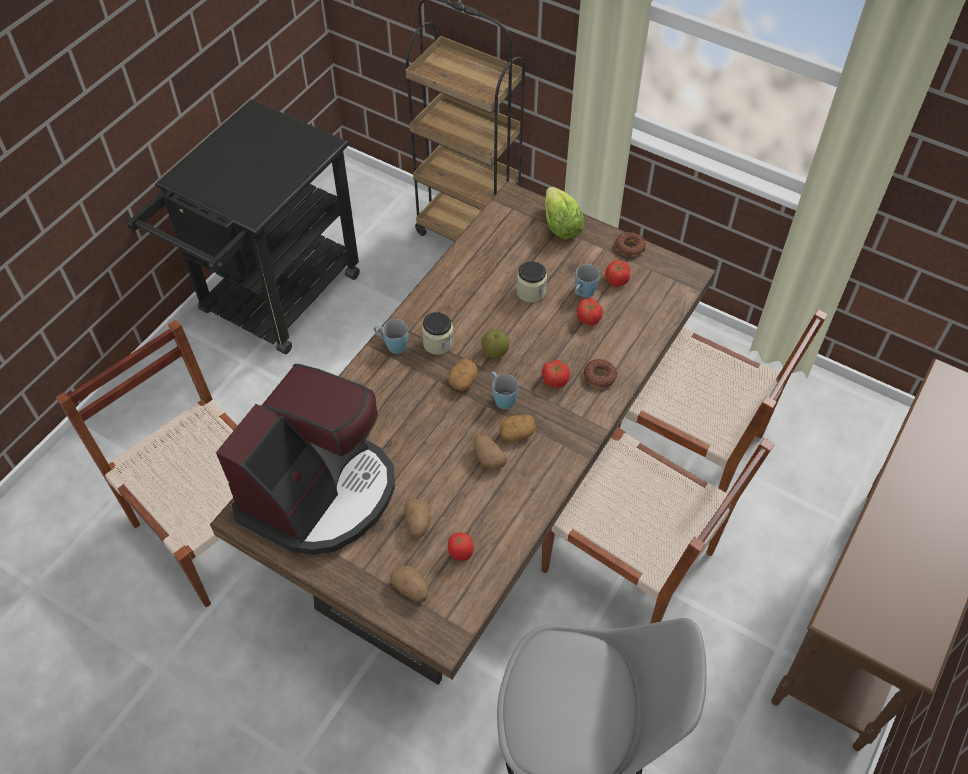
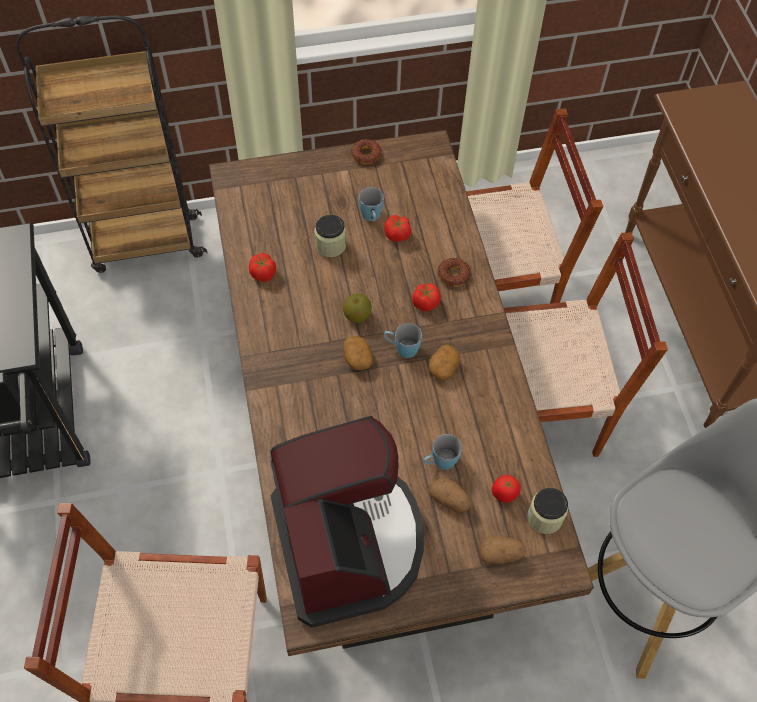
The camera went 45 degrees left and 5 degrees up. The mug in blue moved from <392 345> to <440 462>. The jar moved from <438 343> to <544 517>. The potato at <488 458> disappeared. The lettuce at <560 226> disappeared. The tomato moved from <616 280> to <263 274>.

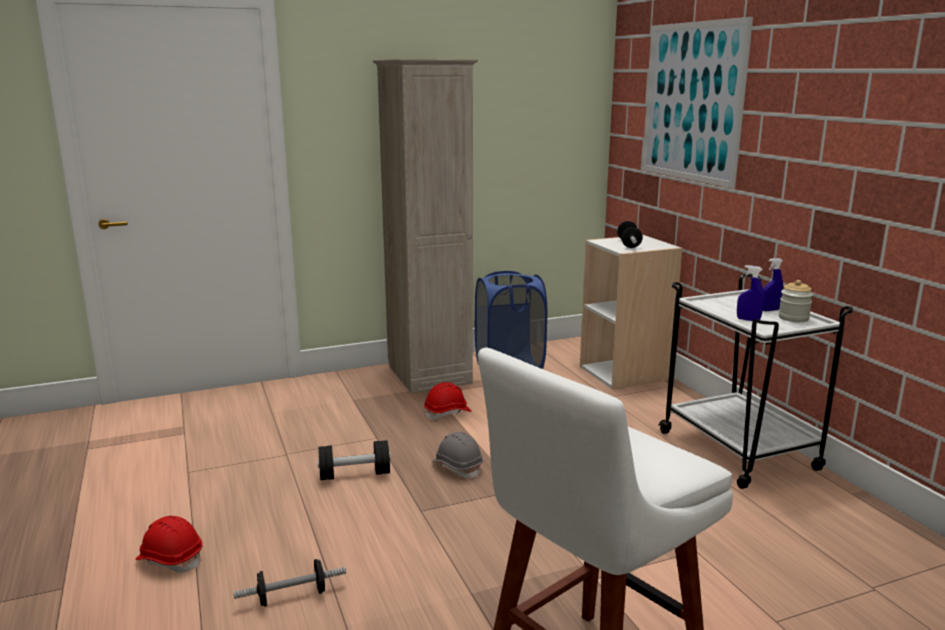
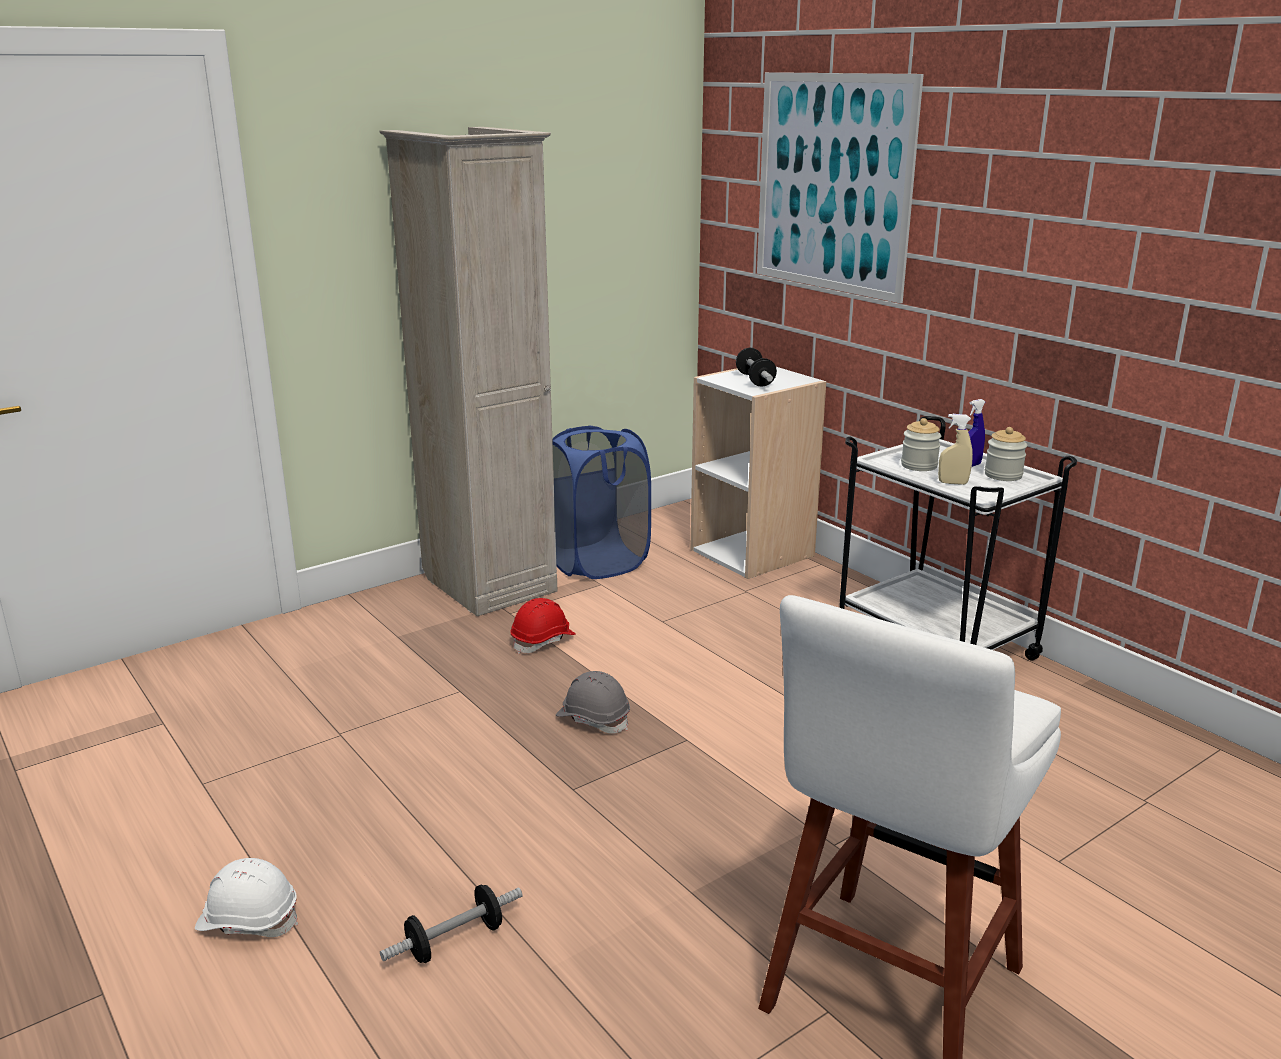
The camera went 15 degrees left and 5 degrees up. The hard hat in red at <170 559> became the hard hat in white at <248 920>. The dumbbell in black at <355 474> disappeared. The spray bottle in blue at <748 320> became the spray bottle in beige at <953 483>. The jar at <919 465> appeared.

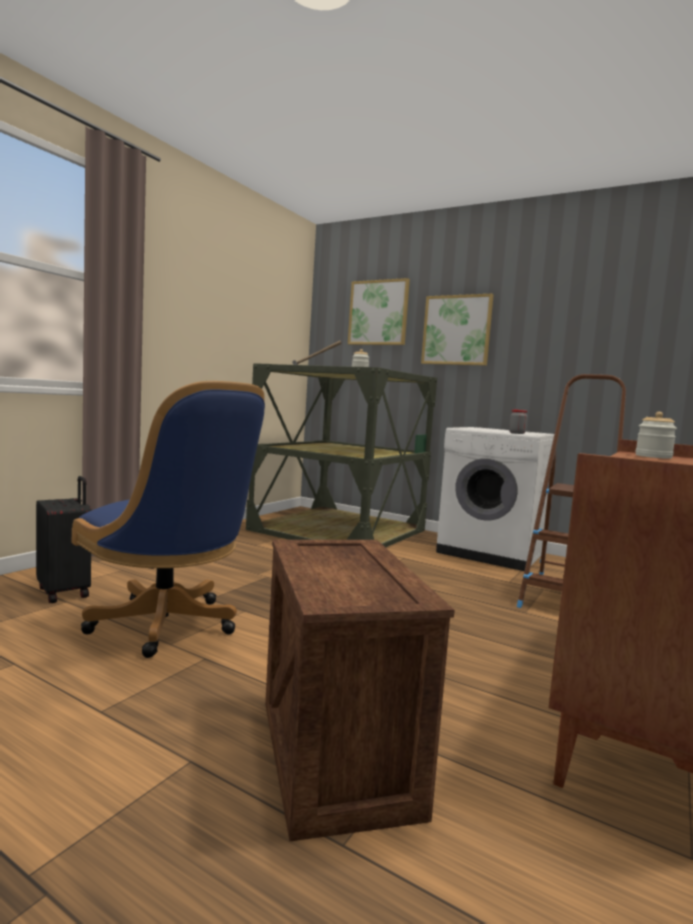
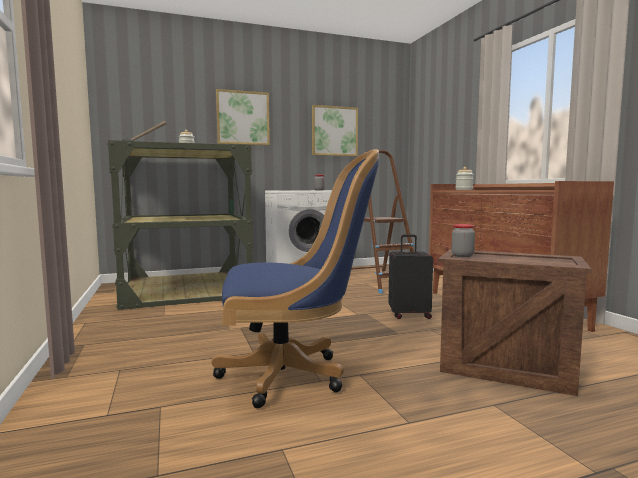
The camera went 50 degrees left and 0 degrees up. The suitcase in black moved from <65 592> to <409 315>. The picture moved from <378 313> to <334 131>. The jar at <462 256> appeared.

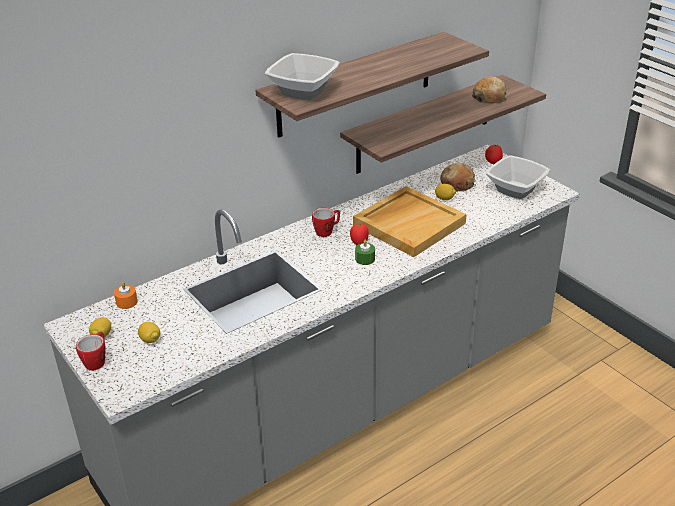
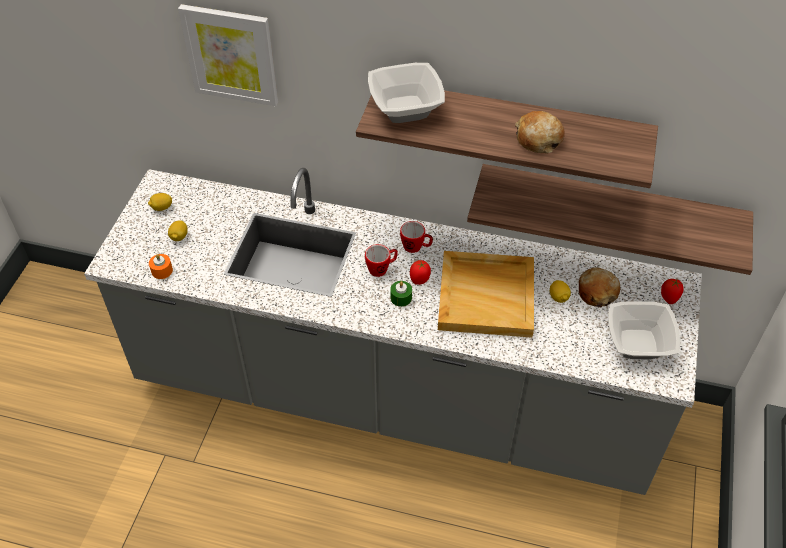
The camera went 50 degrees right and 15 degrees up. The mug moved from <97 360> to <381 268>. The candle in orange moved from <126 302> to <162 271>. The bread moved from <489 97> to <538 139>. The picture at <231 54> appeared.

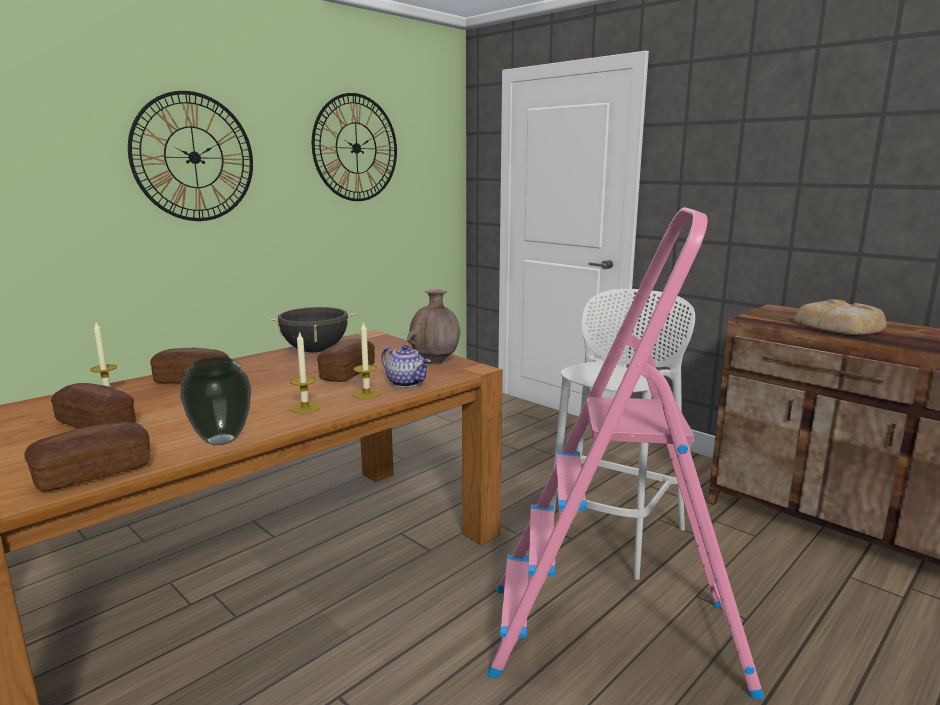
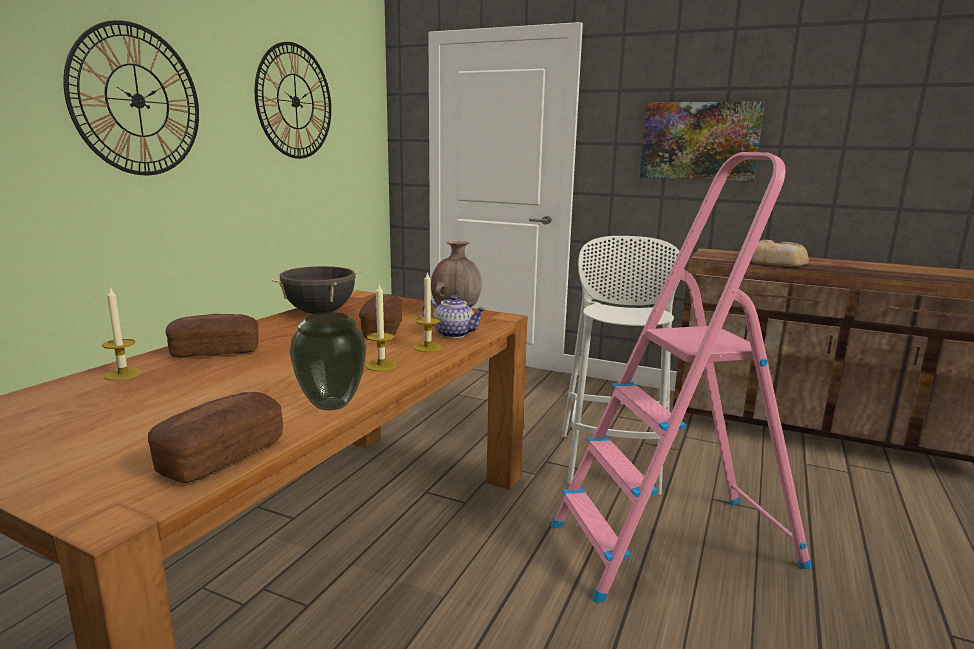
The camera went 20 degrees left and 0 degrees up. The bread at <96 424> disappeared. The picture at <699 141> appeared.

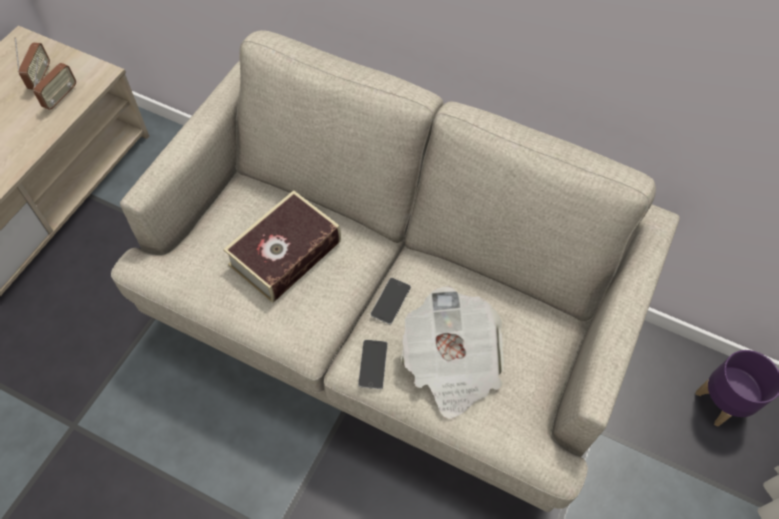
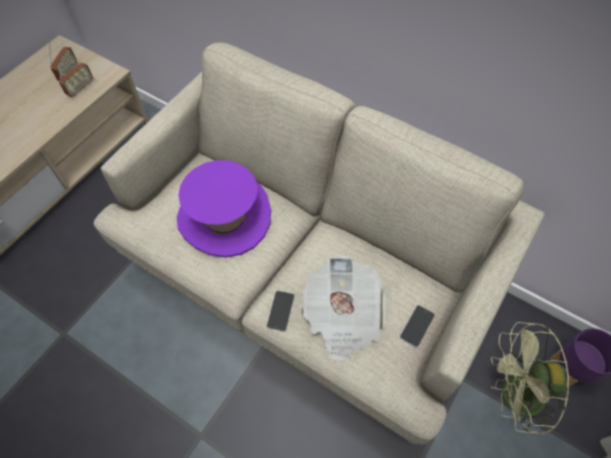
The camera went 10 degrees right and 0 degrees up. The book at <285 253> was replaced by the hat in purple at <225 217>. The phone moved from <390 301> to <417 325>. The fan in green at <512 397> appeared.

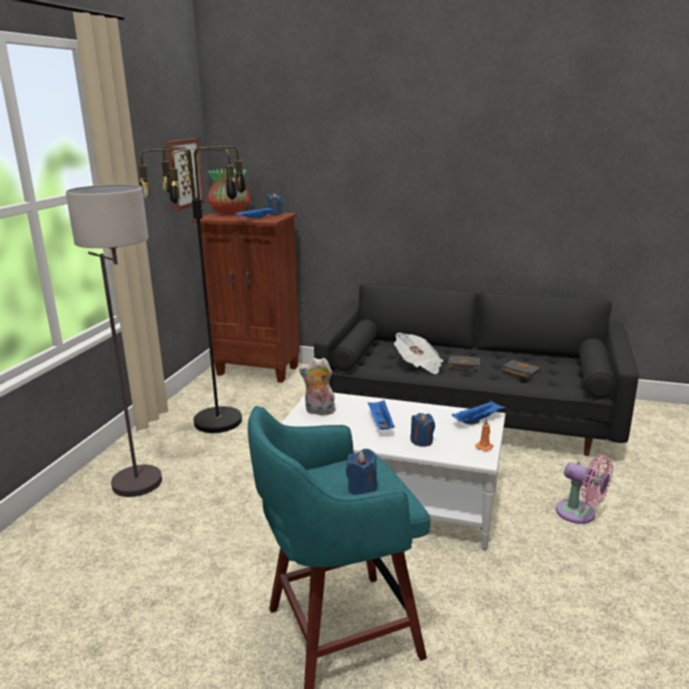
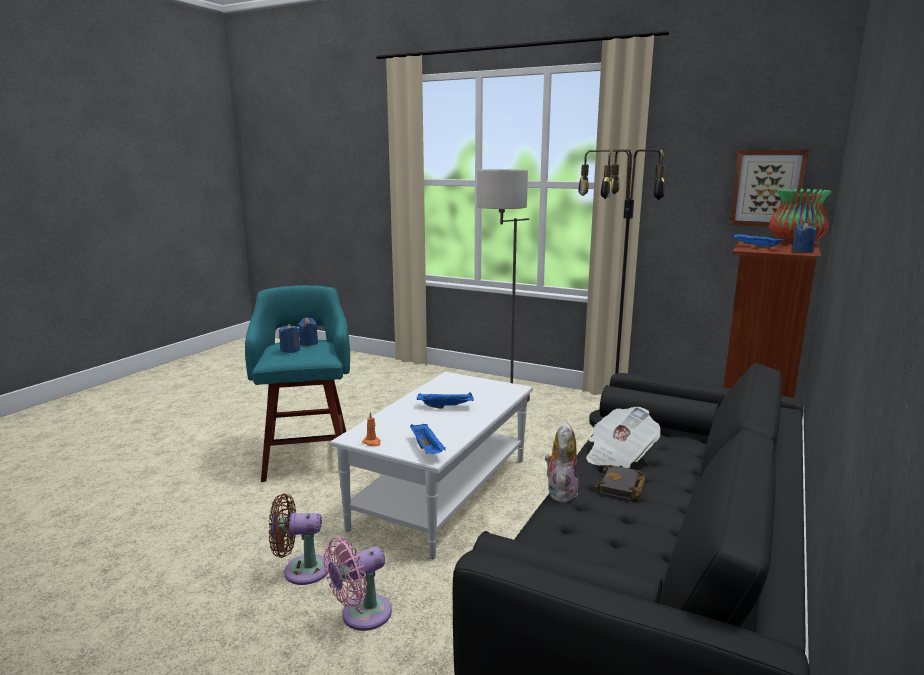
The camera went 100 degrees right and 5 degrees down. The plush toy moved from <319 412> to <560 492>. The candle in blue moved from <421 441> to <309 343>. The book in black at <519 372> disappeared. The fan in brown at <301 570> appeared.

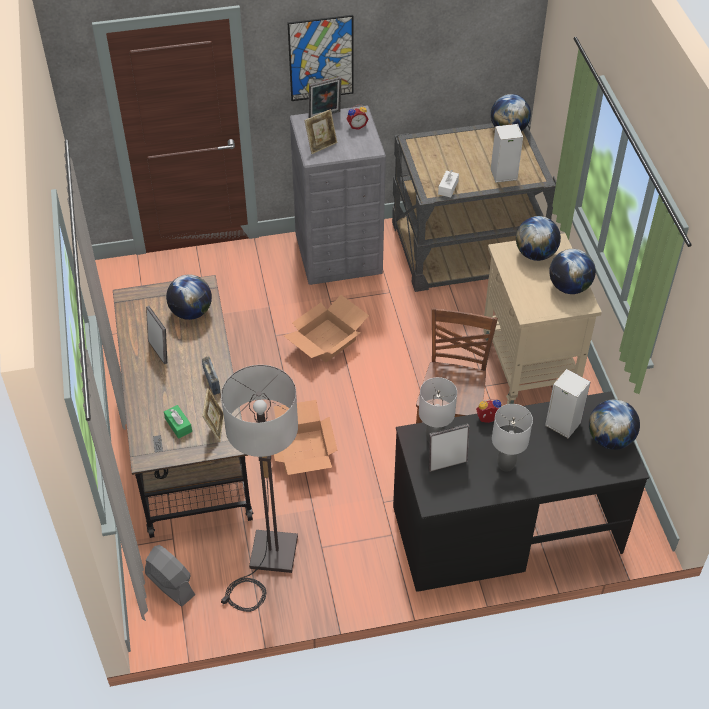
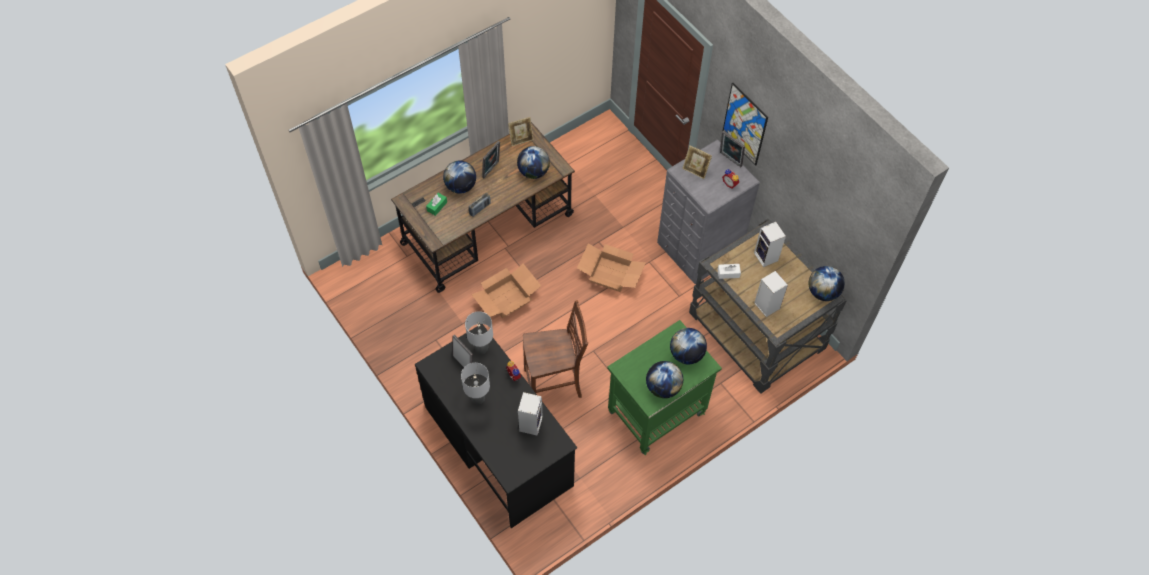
The camera went 65 degrees right and 10 degrees up. The fan in grey at <170 584> disappeared. The picture frame moved from <215 427> to <521 139>. The floor lamp at <265 565> disappeared. The cart in beige at <529 365> became the cart in green at <655 413>. The globe moved from <610 439> to <461 186>. The speaker at <766 257> appeared.

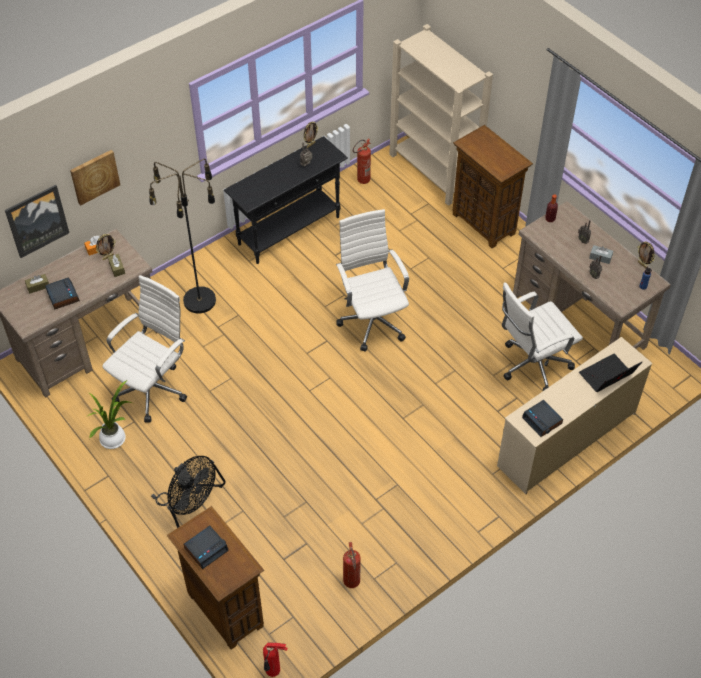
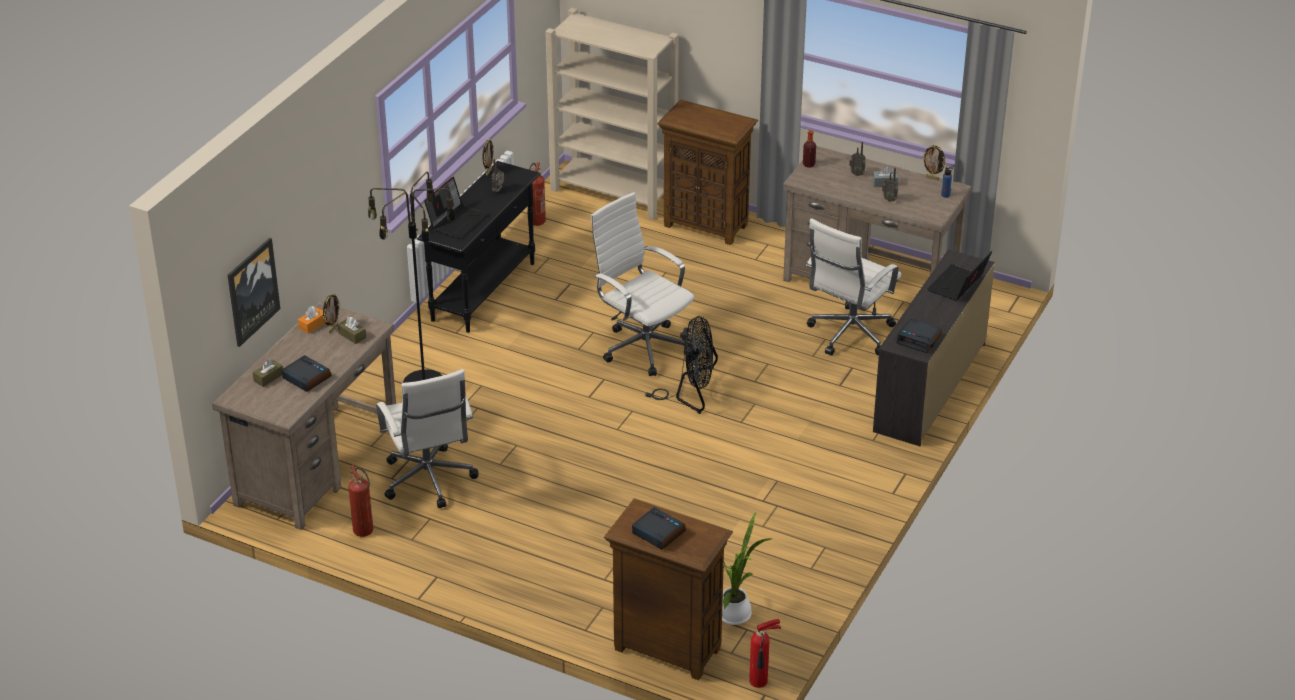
The camera went 25 degrees left and 15 degrees down. The picture at <94 176> disappeared. The potted plant moved from <115 438> to <736 613>. The office chair in white at <153 388> turned 150 degrees clockwise. The fan in black moved from <189 504> to <690 390>. The alarm clock at <206 549> turned 75 degrees counterclockwise. The fire extinguisher moved from <352 585> to <365 533>. The dresser in beige at <566 439> became the dresser in black at <929 387>. The laptop at <457 221> appeared.

